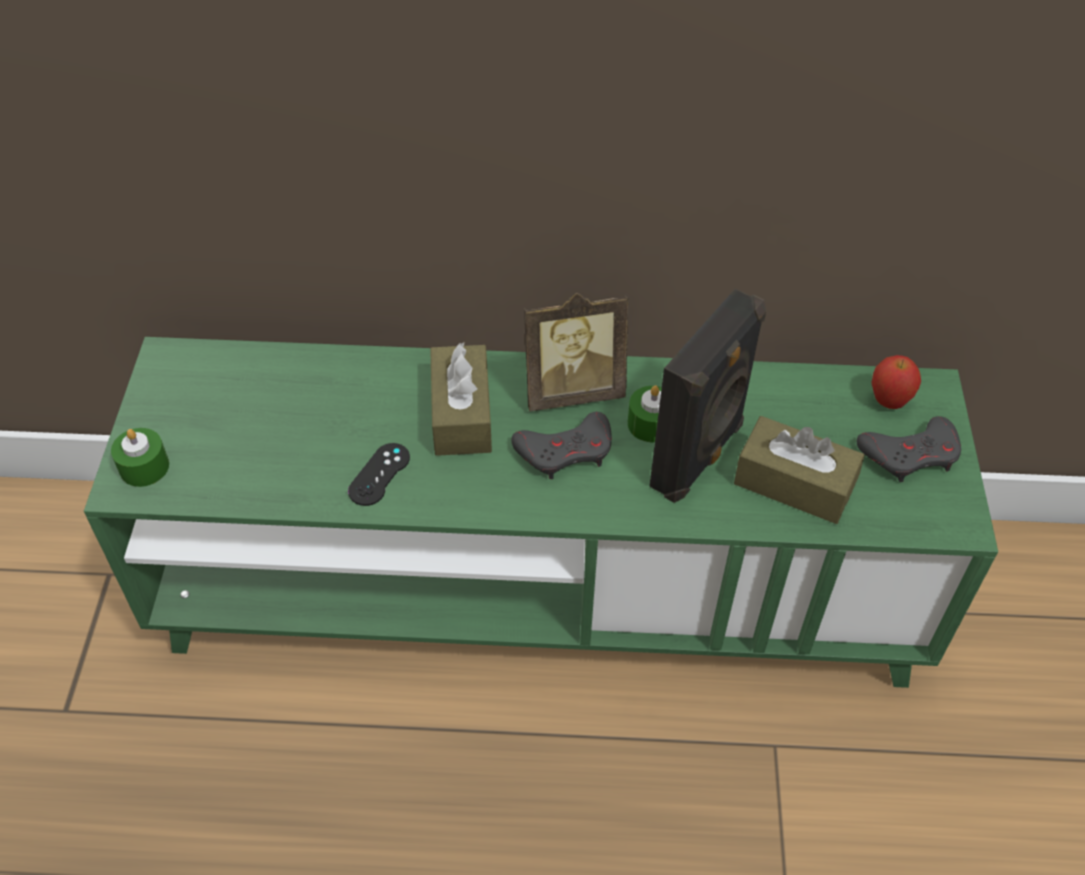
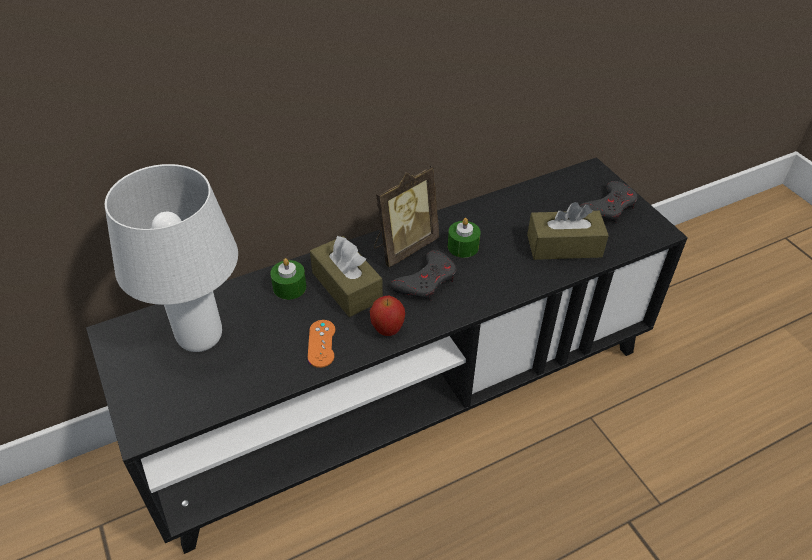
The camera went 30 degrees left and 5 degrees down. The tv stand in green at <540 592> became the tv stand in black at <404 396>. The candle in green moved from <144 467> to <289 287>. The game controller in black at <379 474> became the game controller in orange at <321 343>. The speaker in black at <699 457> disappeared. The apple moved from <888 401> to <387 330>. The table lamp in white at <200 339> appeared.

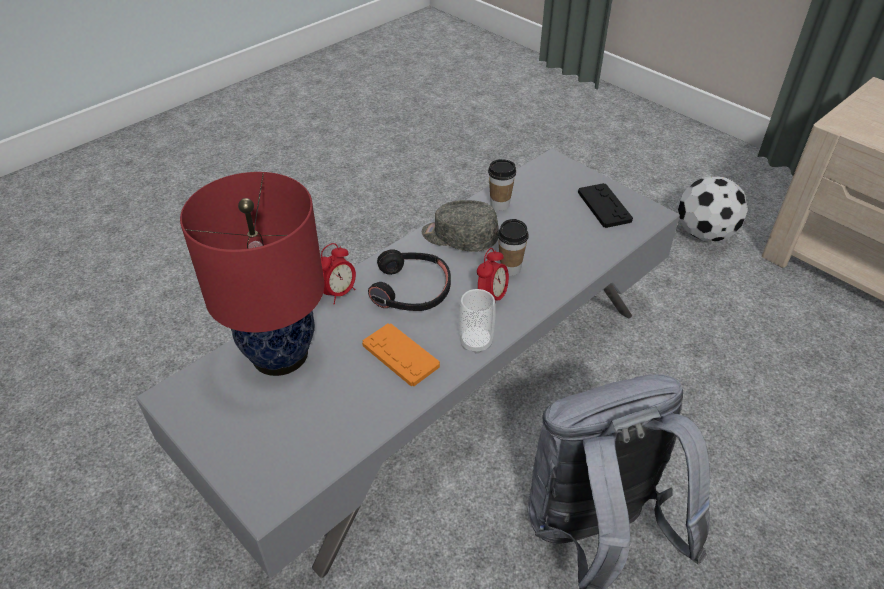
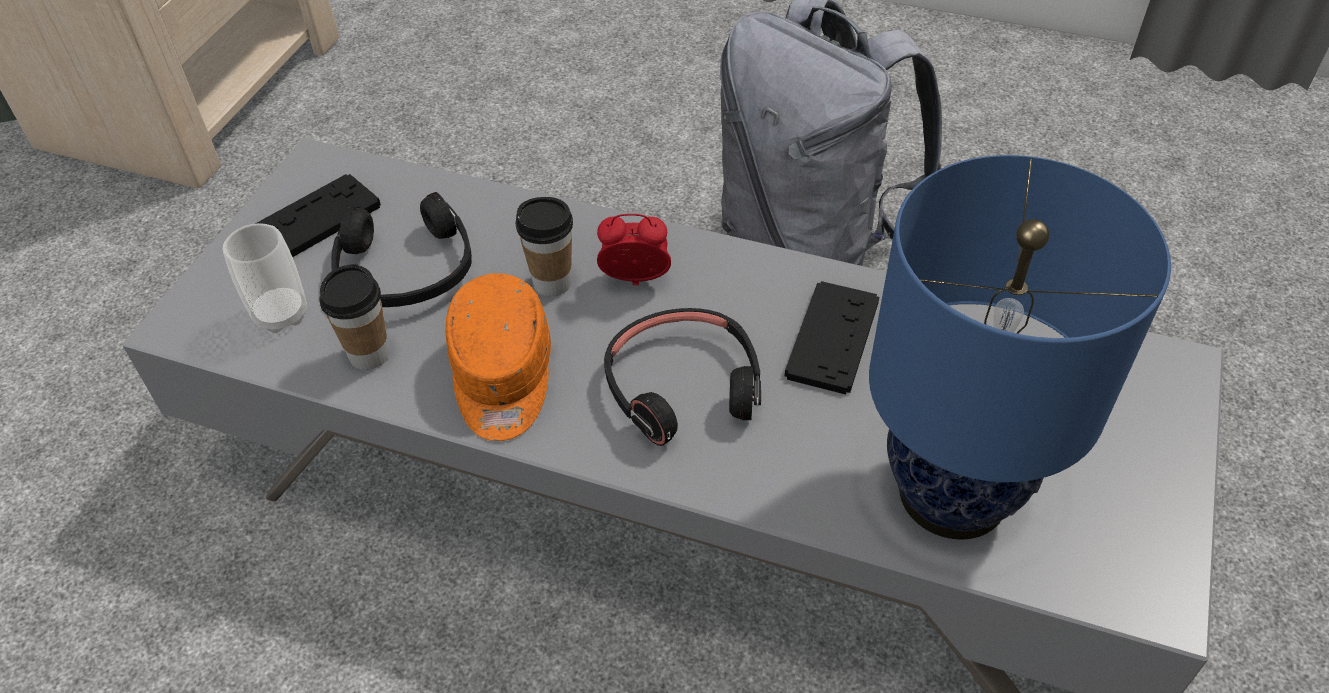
The camera went 115 degrees left and 5 degrees up. The table lamp in red at <280 355> became the table lamp in blue at <953 493>. The alarm clock at <338 293> disappeared. The game controller in orange at <400 355> became the game controller in black at <832 338>. The cap in grey at <459 238> became the cap in orange at <502 377>. The cup moved from <475 342> to <281 314>. The football at <705 234> disappeared. The headphones in black at <405 269> appeared.

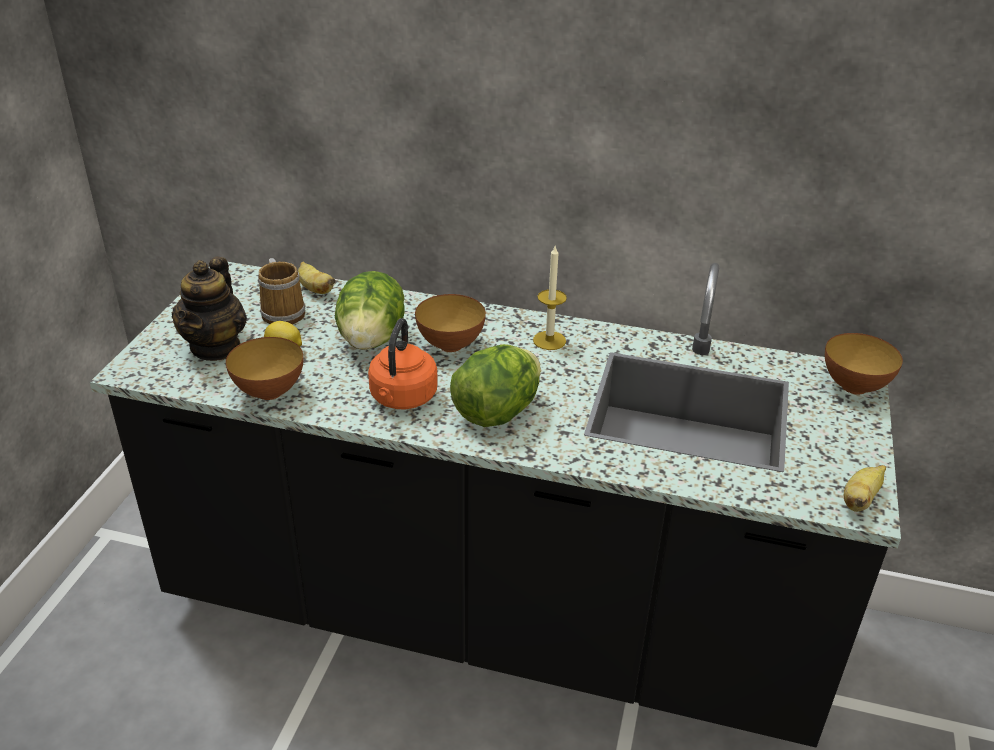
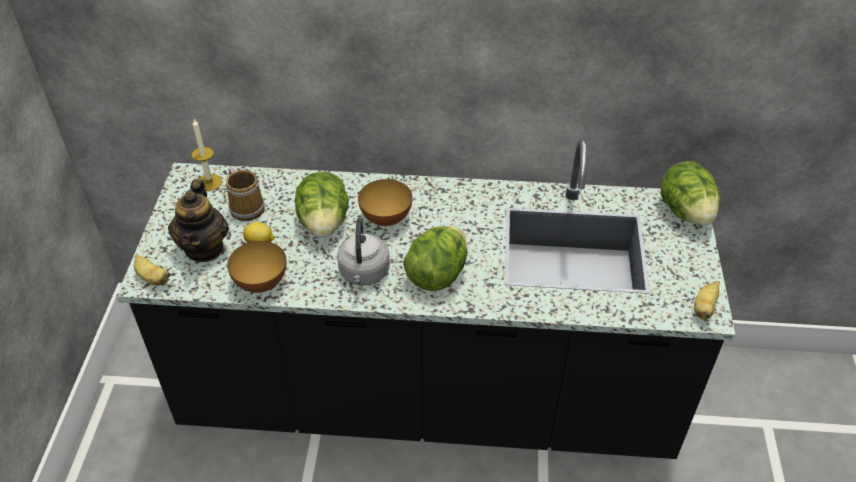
The camera went 10 degrees left and 10 degrees up. The banana moved from <315 289> to <152 278>. The kettle in orange at <402 399> became the kettle in grey at <364 274>. The candle moved from <549 340> to <209 182>. The bowl at <854 387> was replaced by the lettuce at <685 212>.

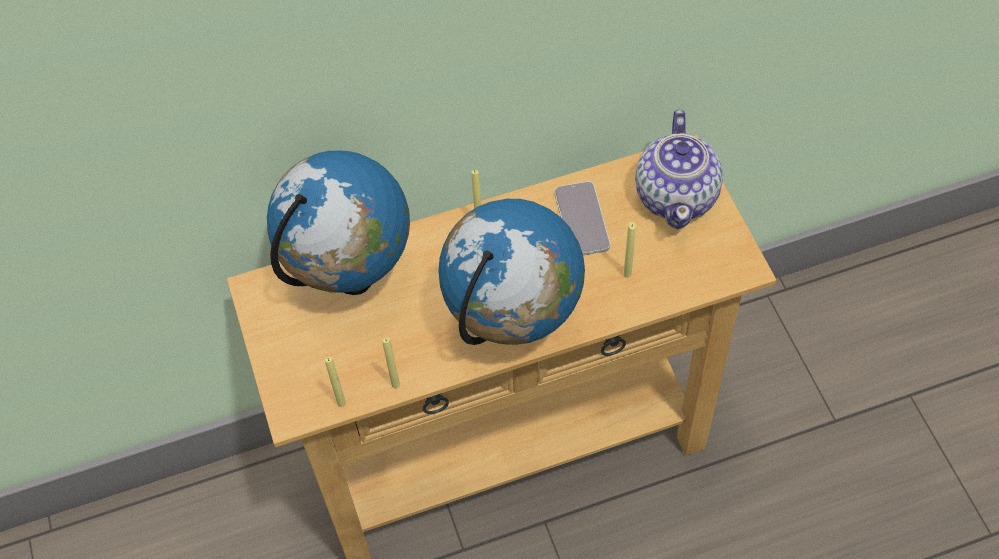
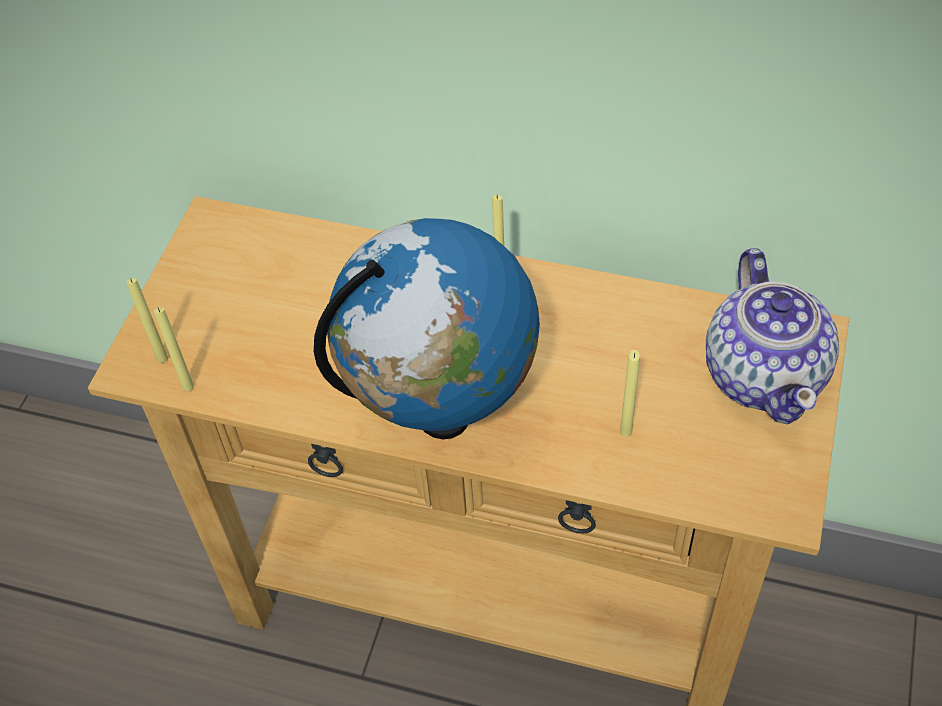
The camera went 35 degrees right and 5 degrees down. The globe at <352 278> disappeared. The candle in yellow moved from <395 384> to <162 358>. The phone at <581 220> disappeared. The teapot at <677 195> turned 45 degrees counterclockwise.

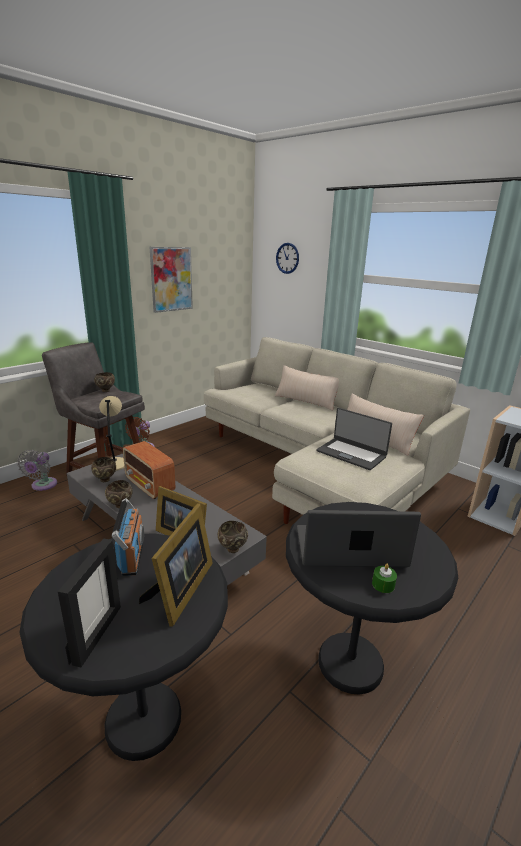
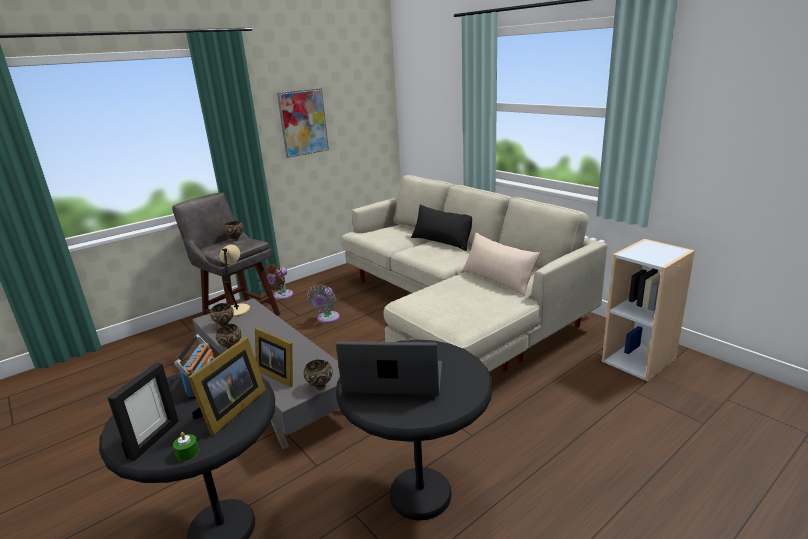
The camera went 10 degrees right and 0 degrees up. The fan in grey moved from <42 486> to <327 319>. The radio at <150 486> disappeared. The pillow in beige at <306 401> became the pillow in black at <442 241>. The wall clock at <287 258> disappeared. The laptop at <351 454> disappeared. The candle in green moved from <383 584> to <187 453>.

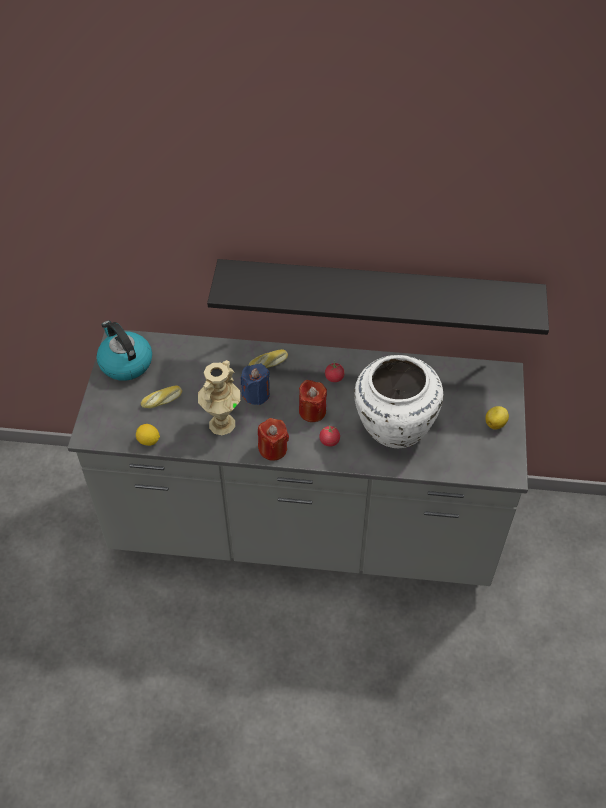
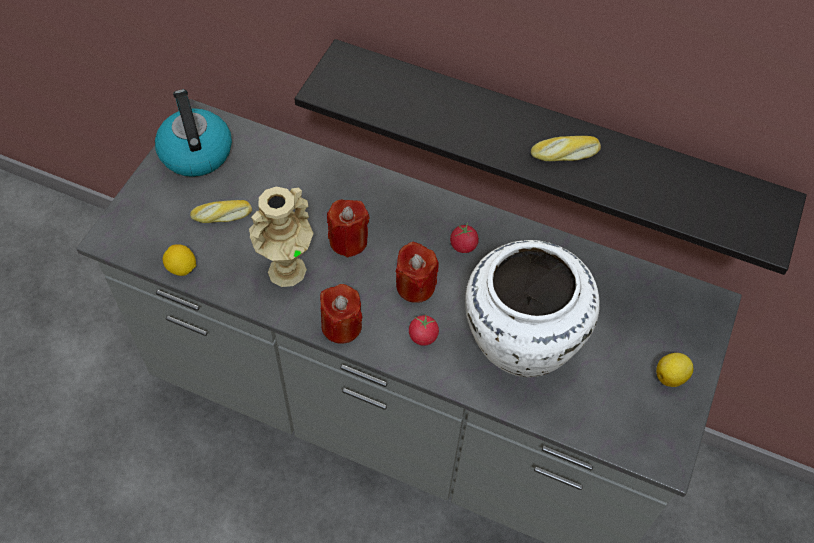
The camera went 15 degrees right and 5 degrees up. The candle in blue at <256 394> became the candle in red at <348 241>. The bread moved from <268 363> to <565 155>.

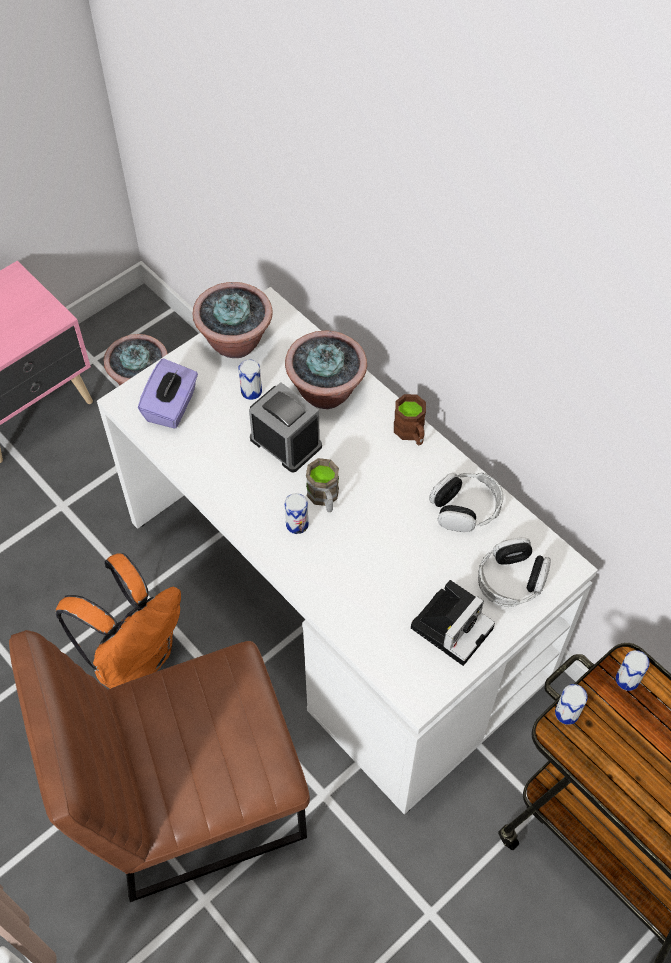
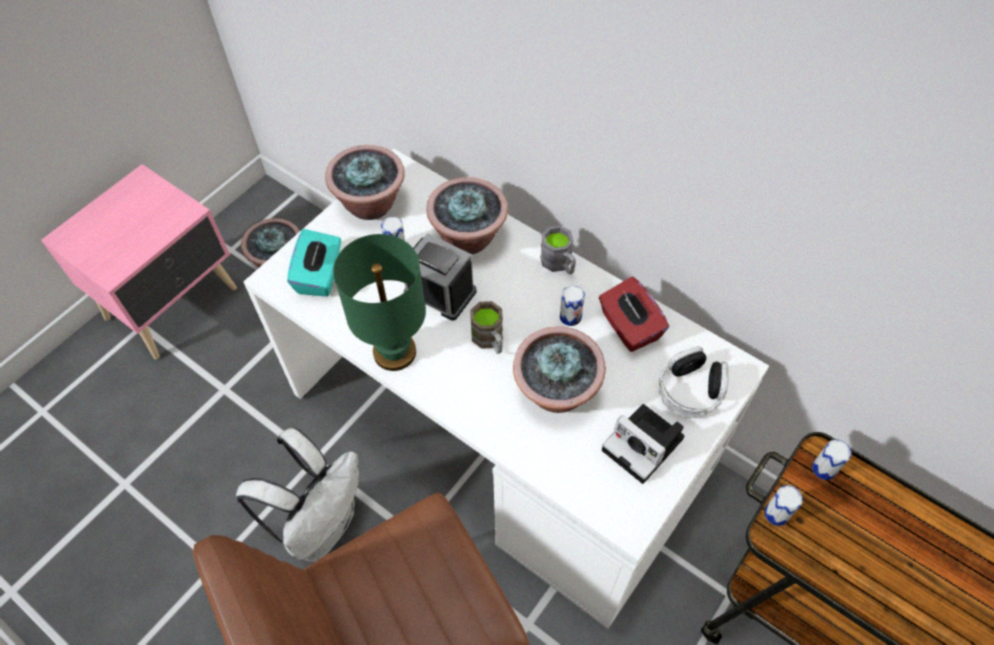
The camera went 10 degrees left and 0 degrees up. The backpack in orange at <135 658> became the backpack in white at <321 524>. The tissue box in purple at <172 407> became the tissue box in turquoise at <320 276>. The can moved from <297 524> to <570 317>. The mug in brown at <411 433> became the mug in grey at <559 264>. The photo camera at <452 625> turned 105 degrees clockwise. The headphones at <465 508> was replaced by the tissue box in red at <629 327>. The table lamp in green at <393 351> appeared. The potted plant at <556 392> appeared.

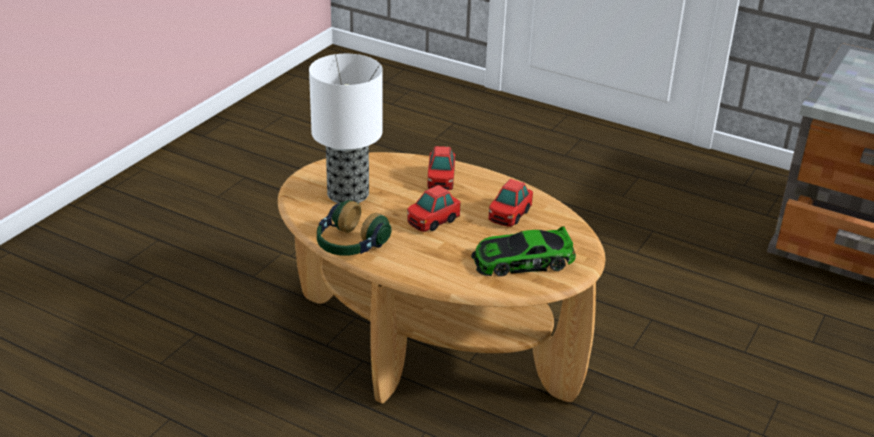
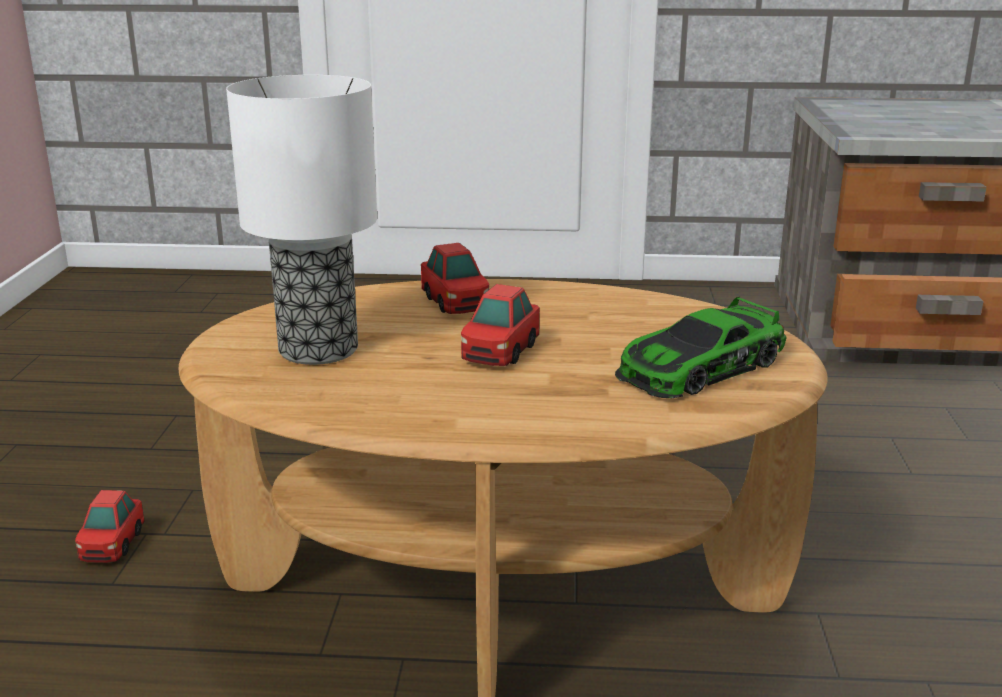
The camera went 25 degrees left and 10 degrees down. The headphones at <350 246> disappeared. The toy car moved from <509 215> to <112 545>.

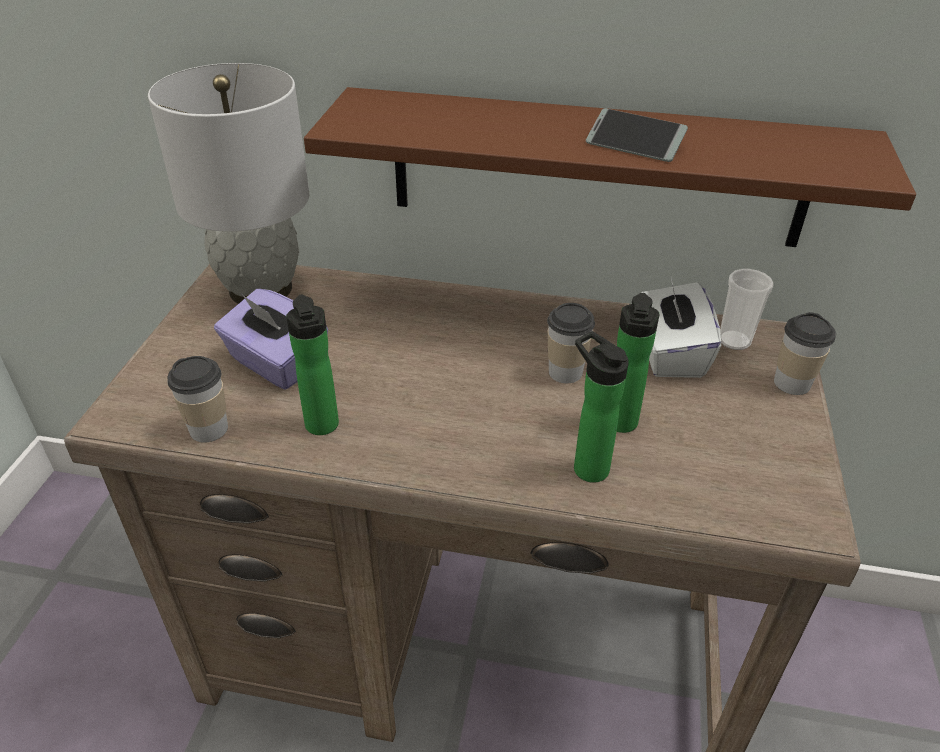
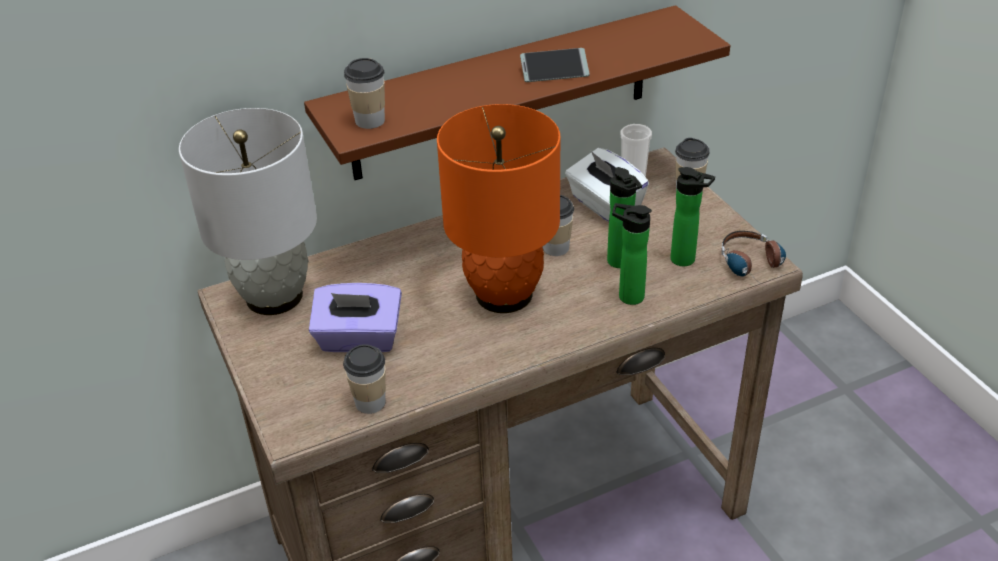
The camera went 35 degrees left and 0 degrees up. The bottle moved from <323 428> to <686 260>. The cup at <370 120> appeared. The table lamp in orange at <503 294> appeared. The headphones at <754 267> appeared.

